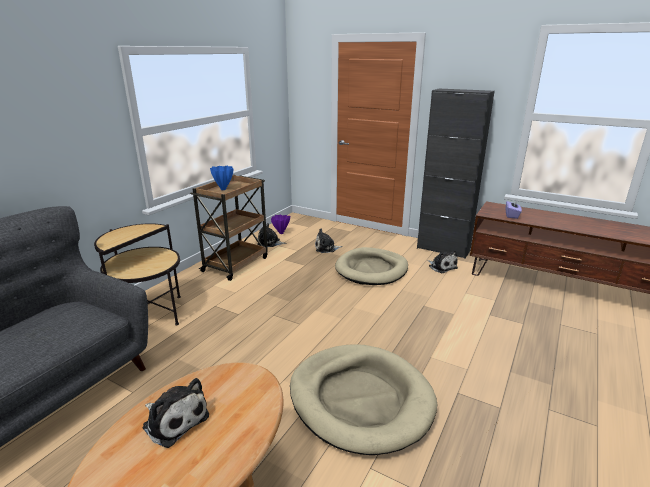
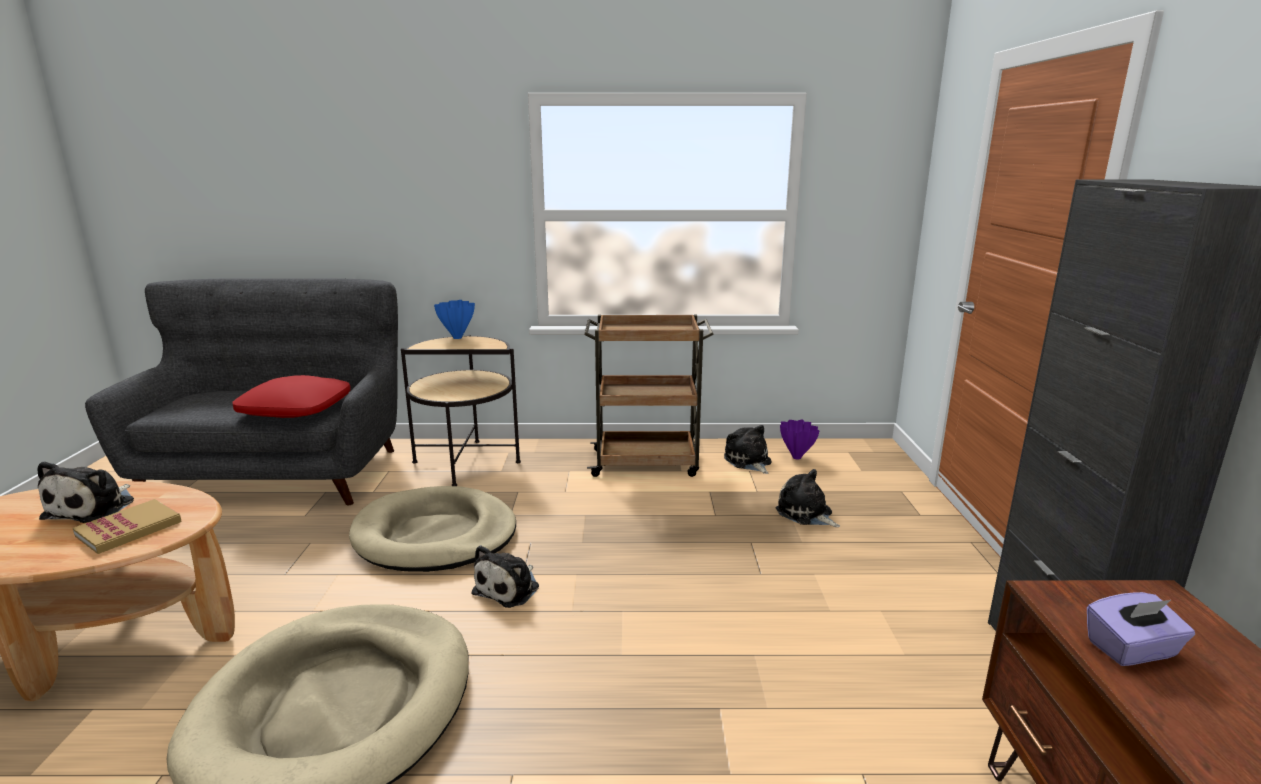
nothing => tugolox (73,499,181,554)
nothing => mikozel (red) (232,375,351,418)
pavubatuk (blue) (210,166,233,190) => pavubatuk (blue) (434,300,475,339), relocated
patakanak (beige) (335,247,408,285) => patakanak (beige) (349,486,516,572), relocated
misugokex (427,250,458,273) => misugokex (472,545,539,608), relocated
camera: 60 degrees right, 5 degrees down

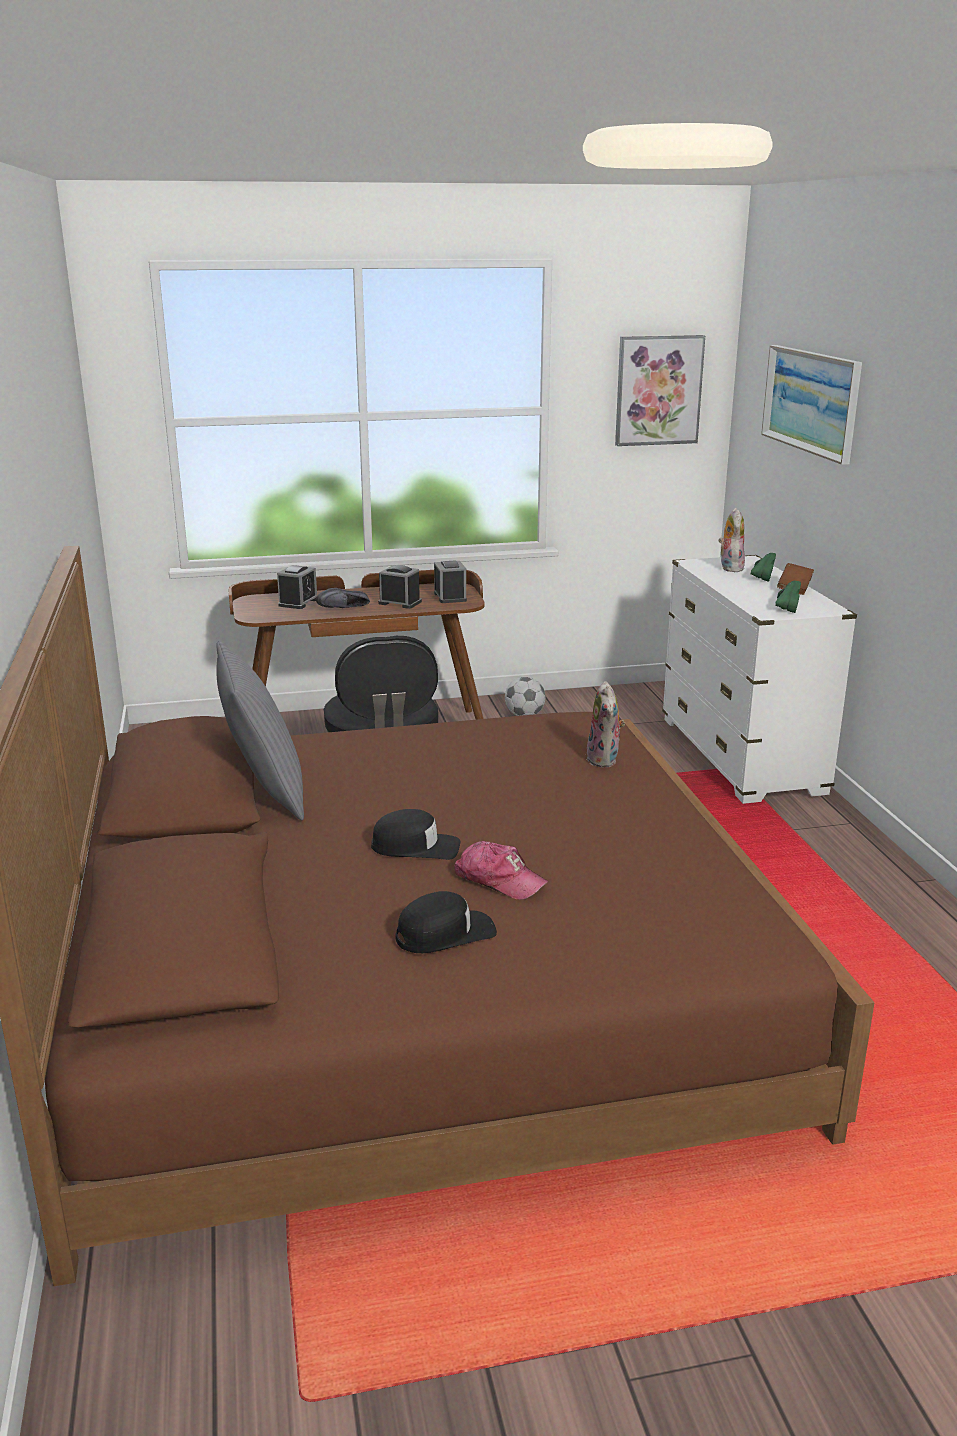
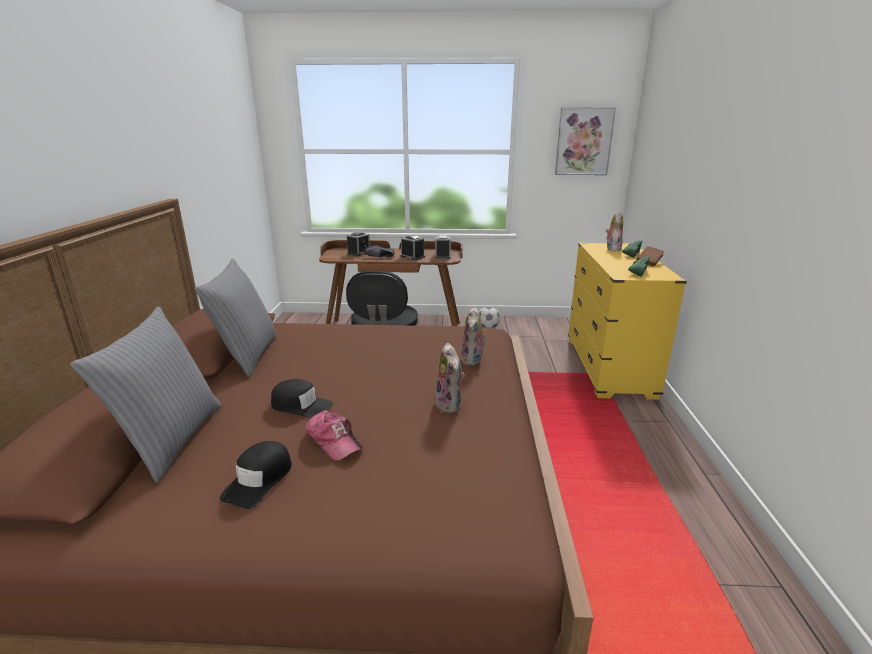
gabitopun (761,345,862,465) => nothing
nothing => mikozel (grey) (70,307,222,482)
nothing => misugokex (435,343,465,413)
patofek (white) (662,555,857,804) => patofek (yellow) (568,243,687,400)
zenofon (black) (395,891,497,953) => zenofon (black) (220,441,292,509), 120 degrees clockwise
camera: 15 degrees right, 0 degrees up

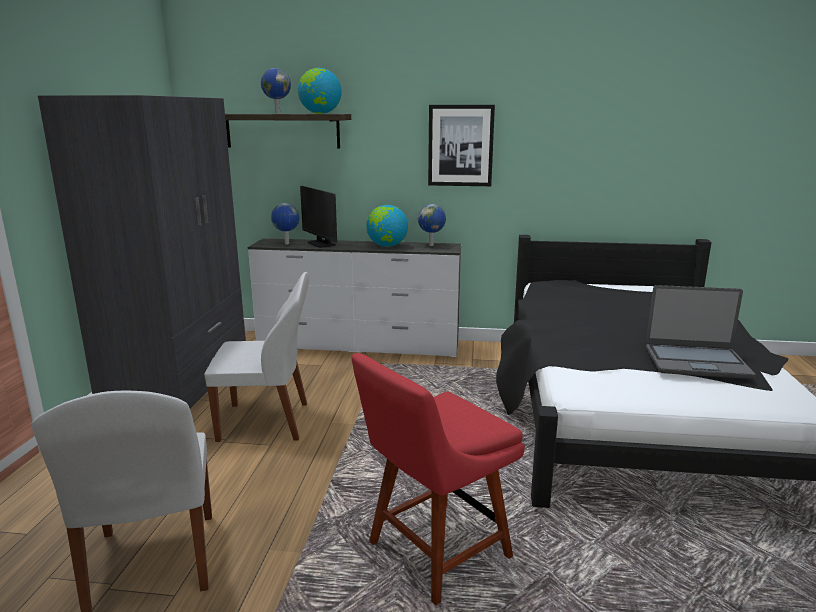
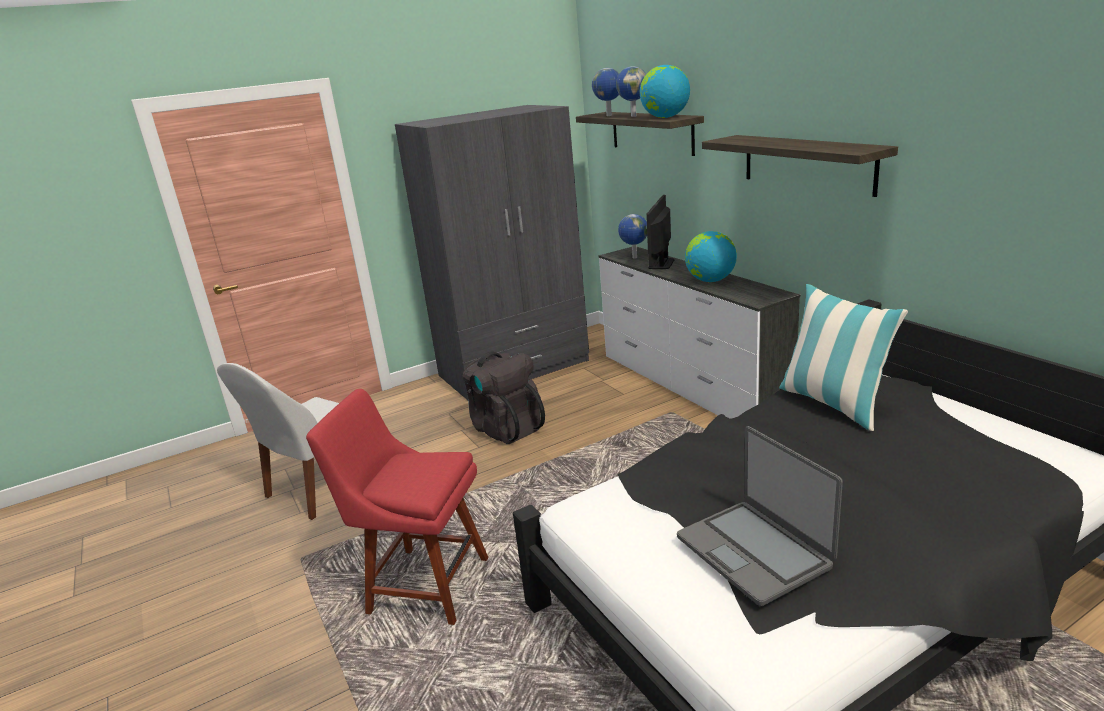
nothing => mikozel (779,284,908,431)
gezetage (418,204,446,246) => gezetage (592,68,619,116), relocated
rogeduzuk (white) (204,272,309,442) => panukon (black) (463,351,545,444)
gabitopun (428,105,495,186) => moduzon (702,135,898,197)
camera: 55 degrees right, 5 degrees up

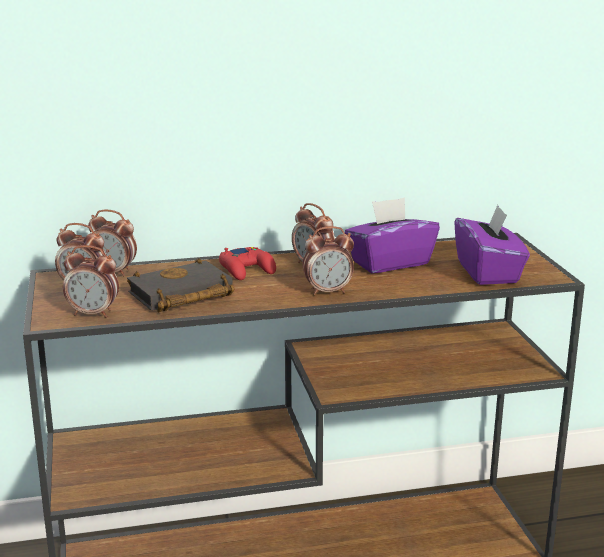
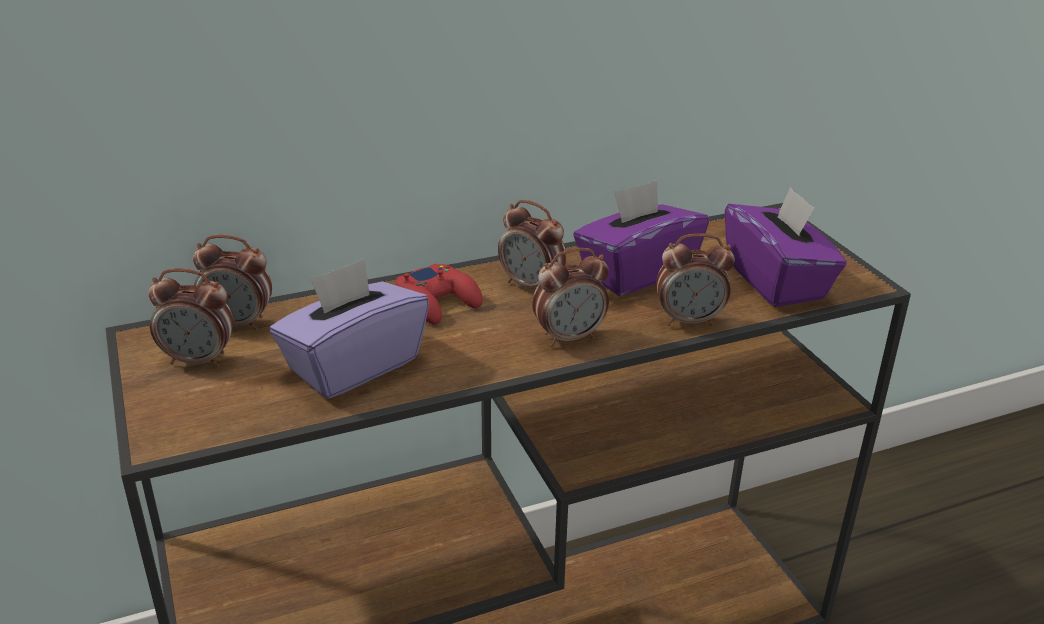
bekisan (63,245,119,318) => bekisan (657,233,735,326), relocated
tugolox (black) (127,258,235,312) => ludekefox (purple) (270,259,429,399)
camera: 10 degrees left, 10 degrees up

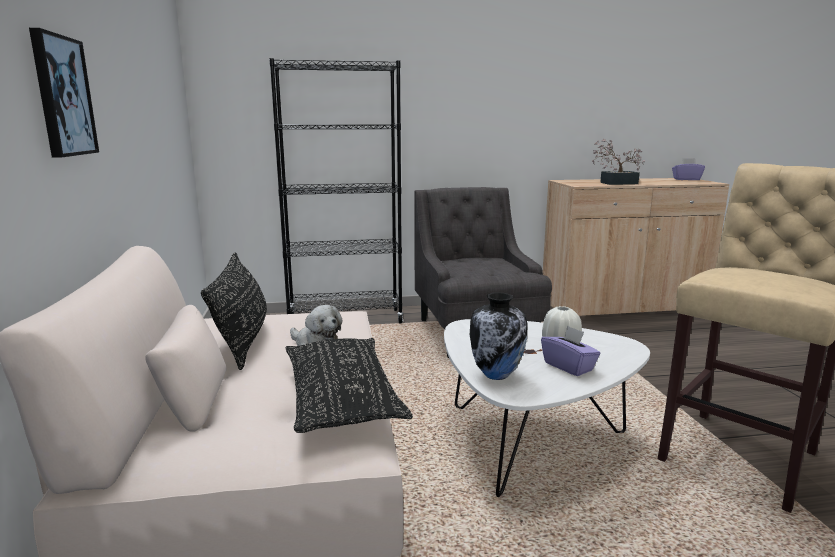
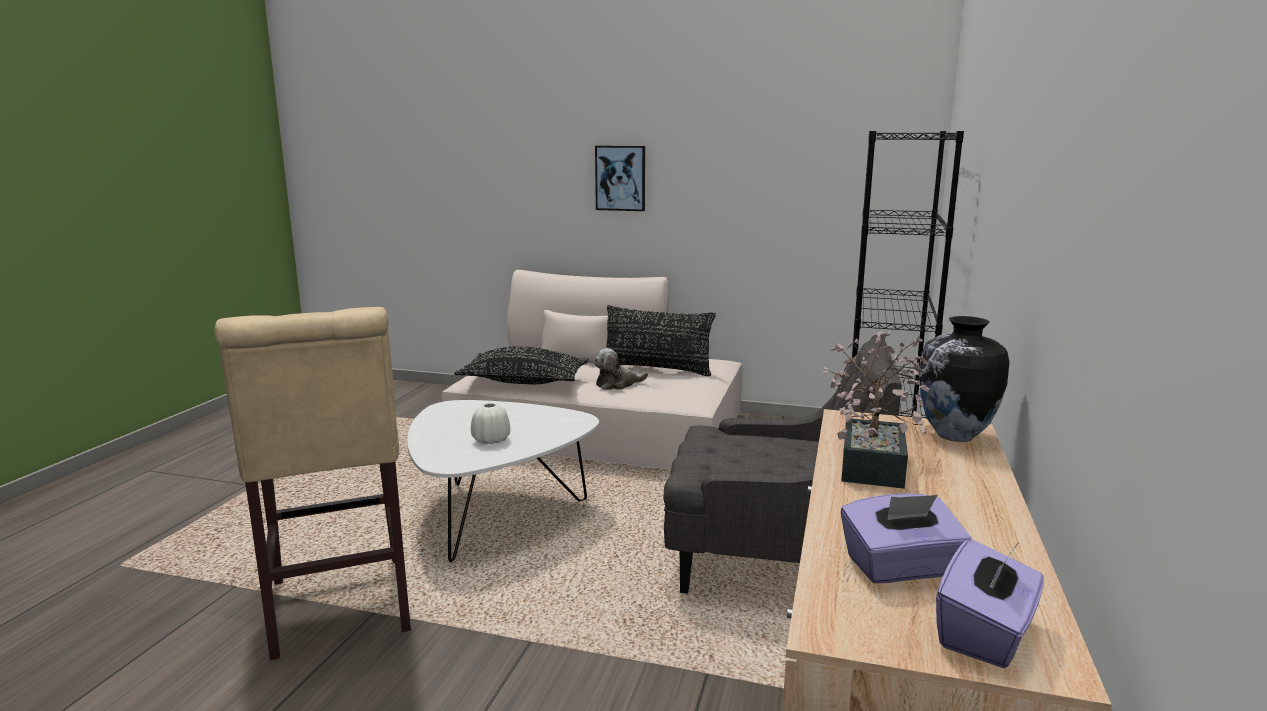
pavubatuk (470,292,528,380) => pavubatuk (919,316,1009,442), relocated
ludekefox (purple) (541,325,601,376) => ludekefox (purple) (841,494,971,583), relocated
camera: 115 degrees right, 0 degrees up

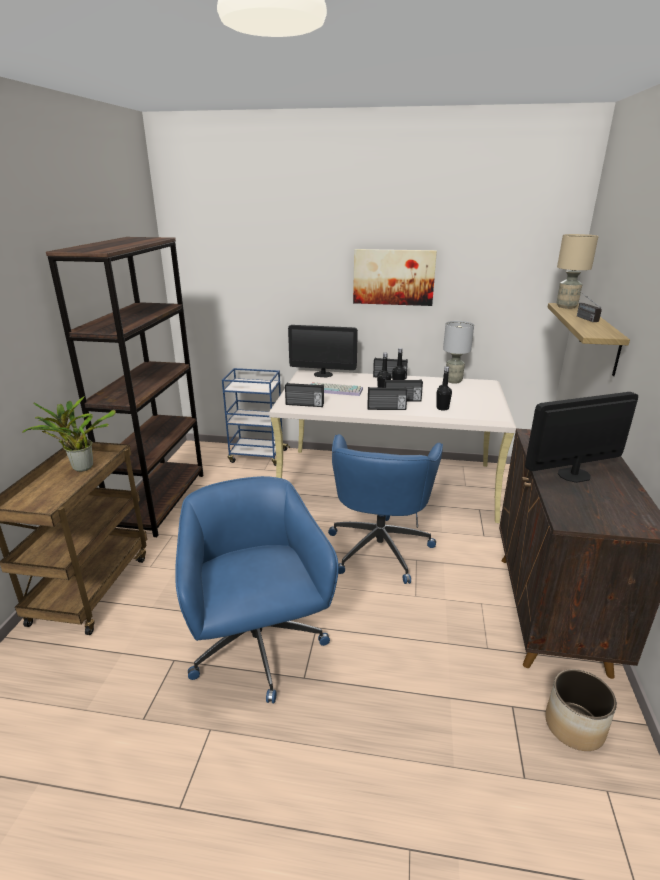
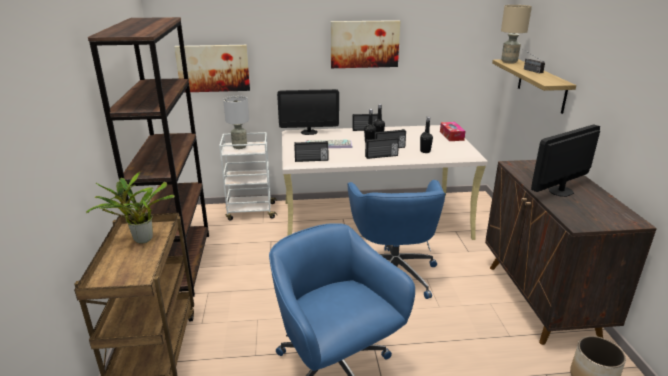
nothing => gabitopun (174,45,250,93)
nothing => ludekefox (440,122,466,141)
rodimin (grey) (443,321,474,384) => rodimin (grey) (223,96,249,149), relocated
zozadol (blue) (222,368,290,466) => zozadol (white) (219,132,277,221)
camera: 15 degrees left, 0 degrees up

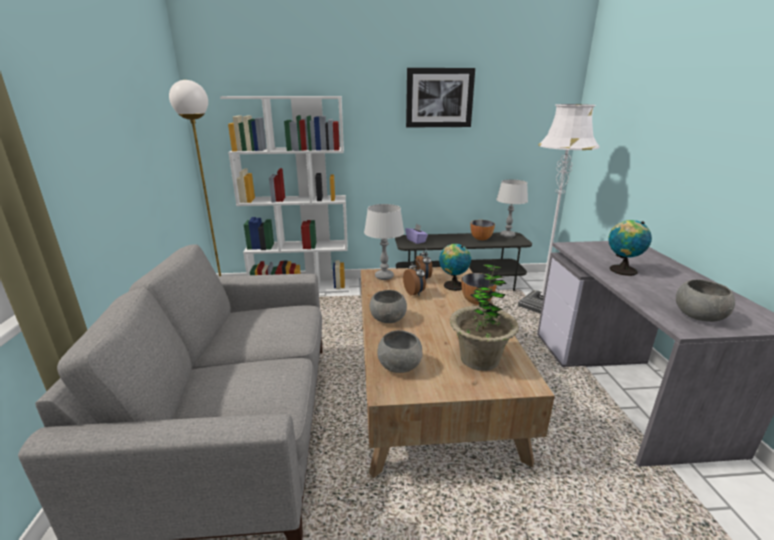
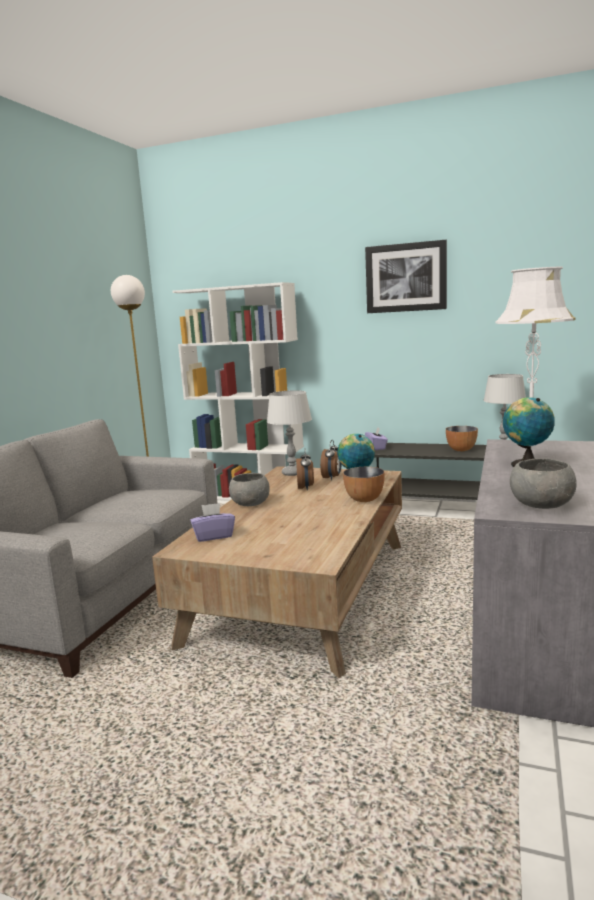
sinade (450,264,519,371) => nothing
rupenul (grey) (377,330,422,373) => ludekefox (purple) (190,503,235,542)
camera: 25 degrees right, 10 degrees down

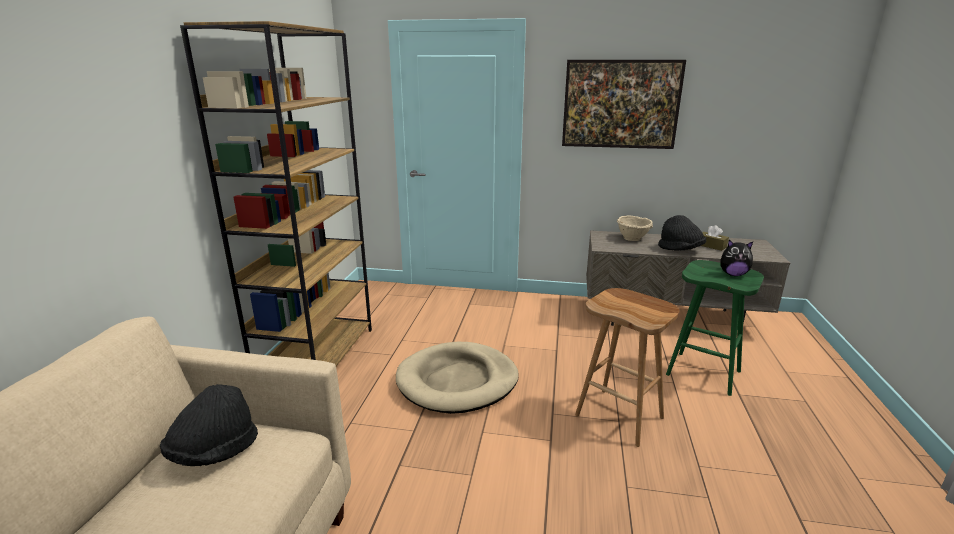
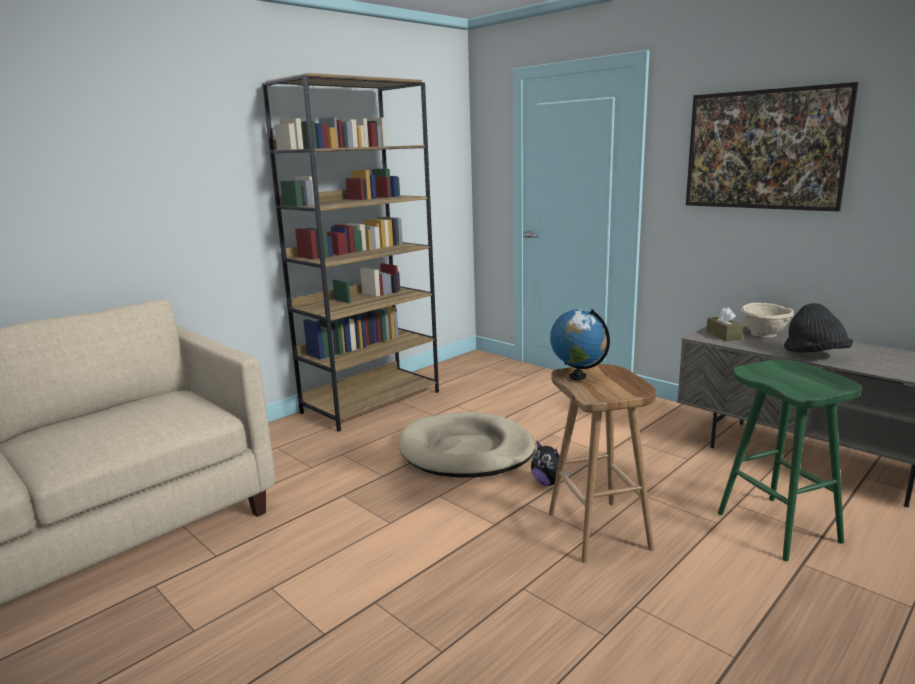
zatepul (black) (160,384,258,466) => nothing
nothing => gezetage (550,309,610,380)
ludekefox (brown) (701,225,729,251) => ludekefox (brown) (706,307,743,341), relocated
misugokex (720,240,753,276) => misugokex (531,441,569,486), relocated
camera: 35 degrees right, 5 degrees down

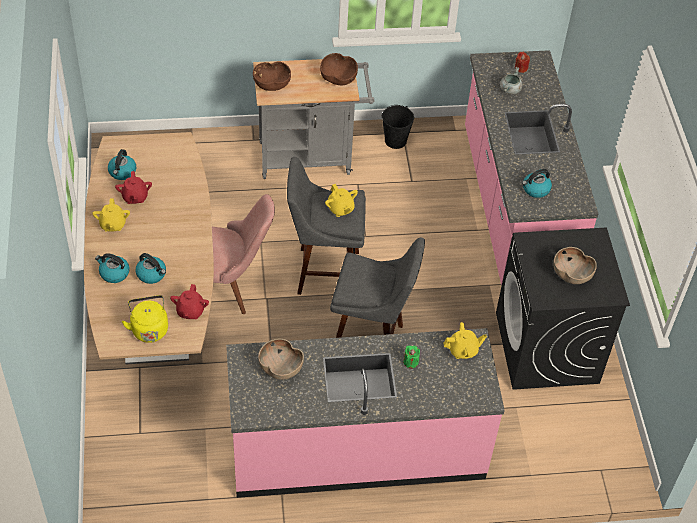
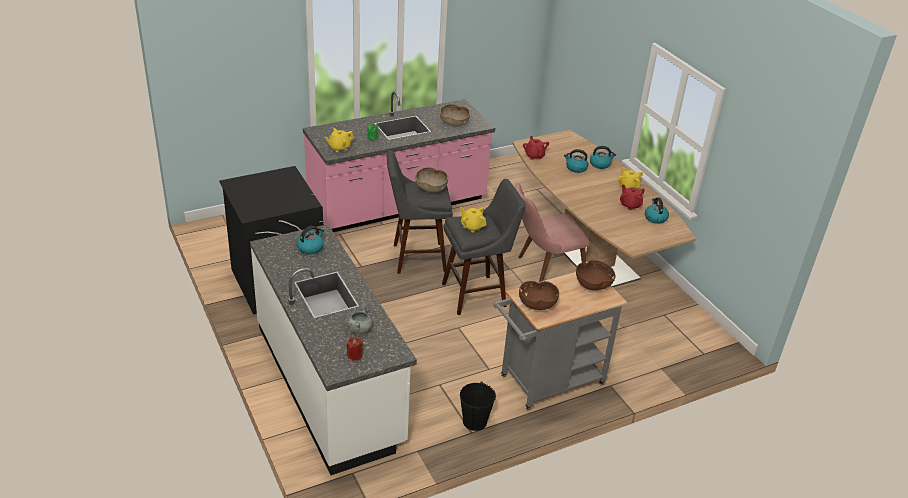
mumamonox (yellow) (122,295,168,343) => nothing
rupenul (brown) (553,247,597,284) => rupenul (brown) (416,167,448,192), relocated
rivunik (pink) (465,50,598,285) => rivunik (white) (250,224,417,475)
camera: 160 degrees right, 15 degrees down

